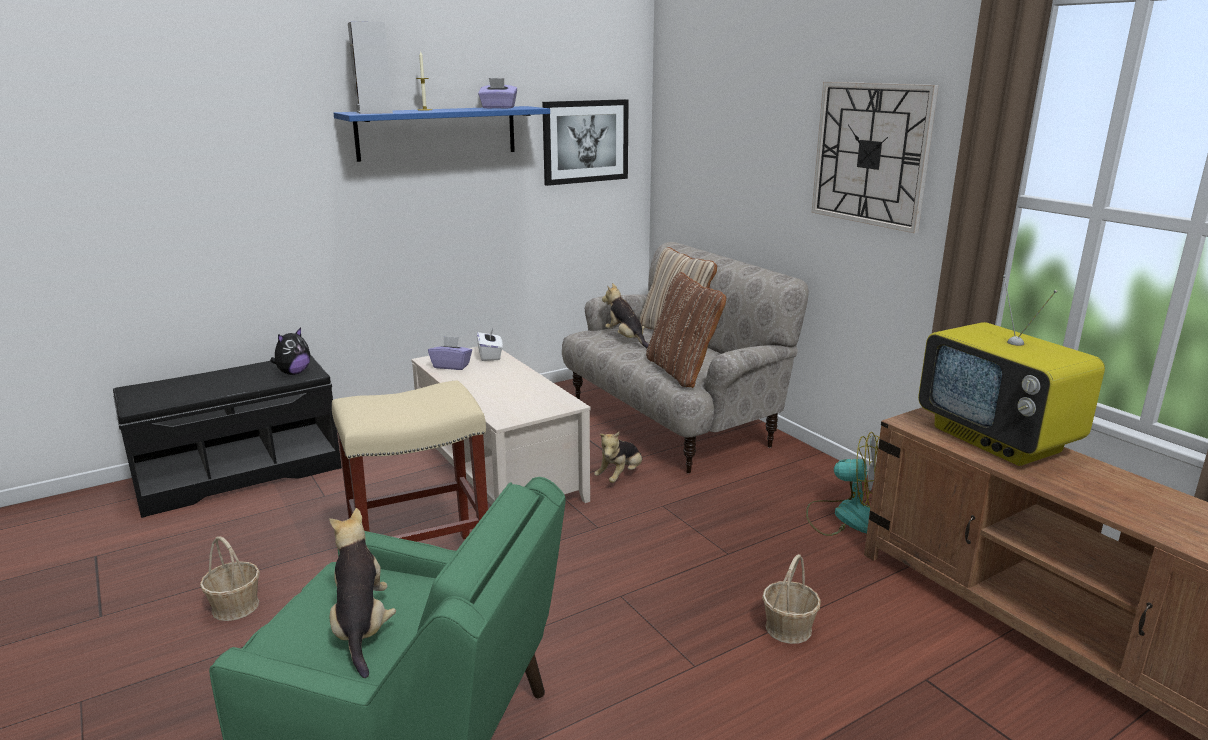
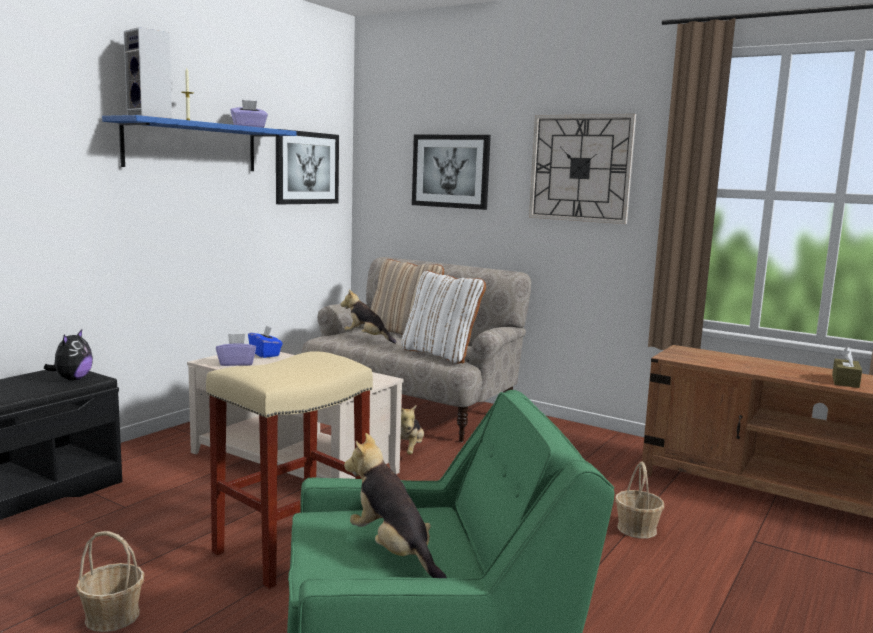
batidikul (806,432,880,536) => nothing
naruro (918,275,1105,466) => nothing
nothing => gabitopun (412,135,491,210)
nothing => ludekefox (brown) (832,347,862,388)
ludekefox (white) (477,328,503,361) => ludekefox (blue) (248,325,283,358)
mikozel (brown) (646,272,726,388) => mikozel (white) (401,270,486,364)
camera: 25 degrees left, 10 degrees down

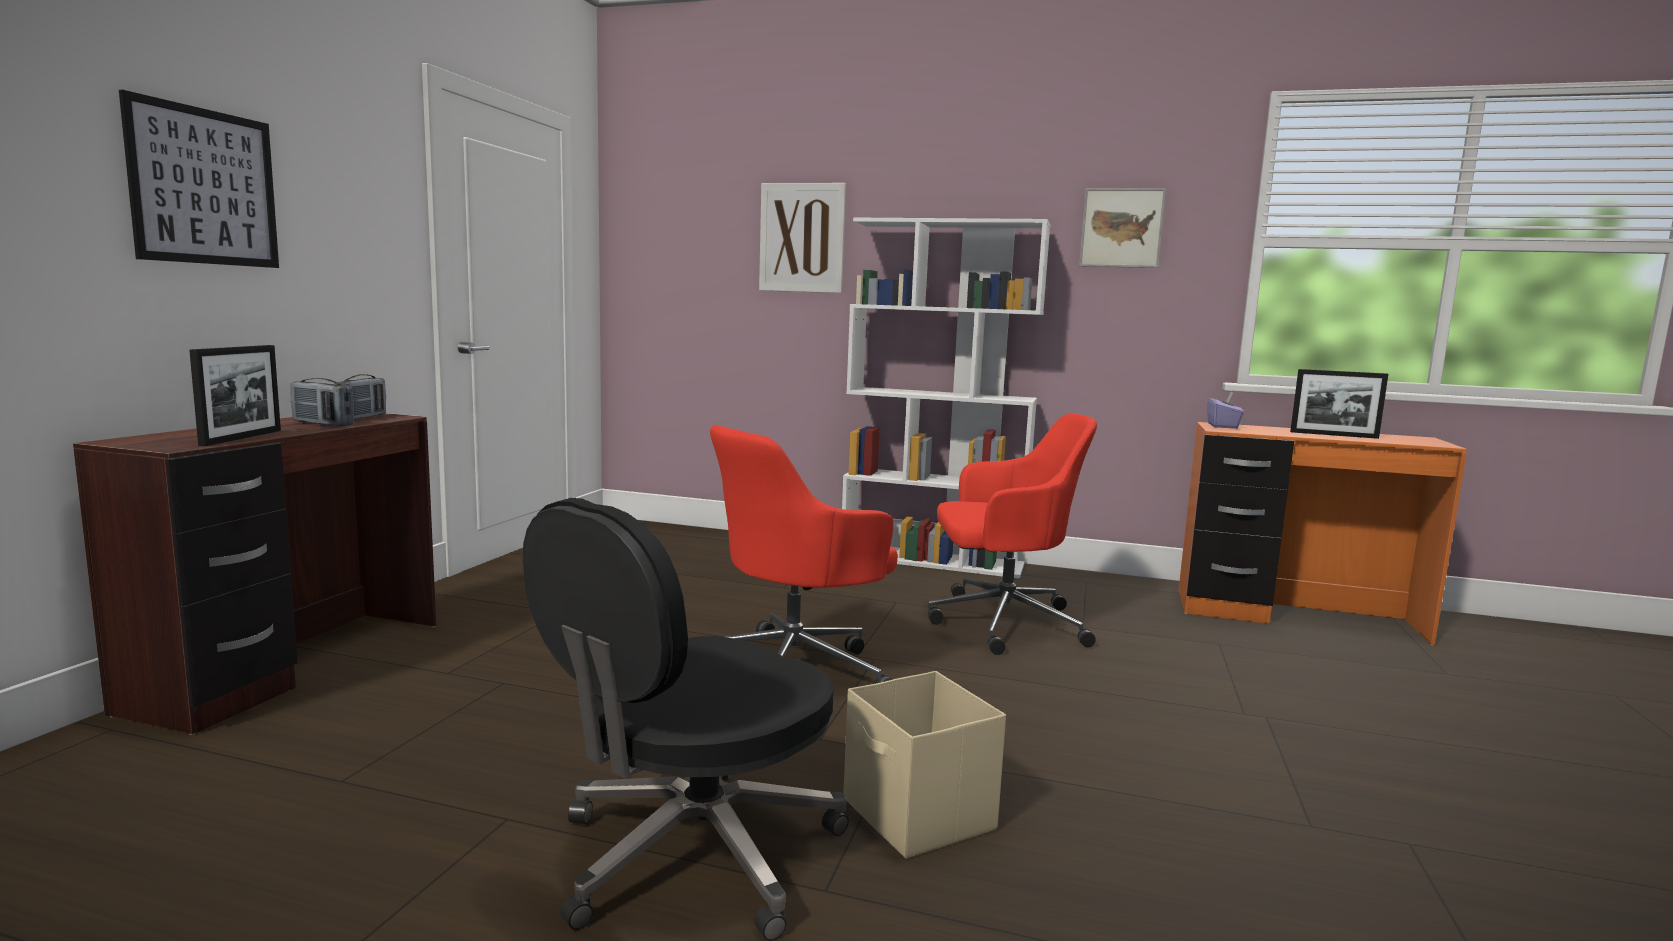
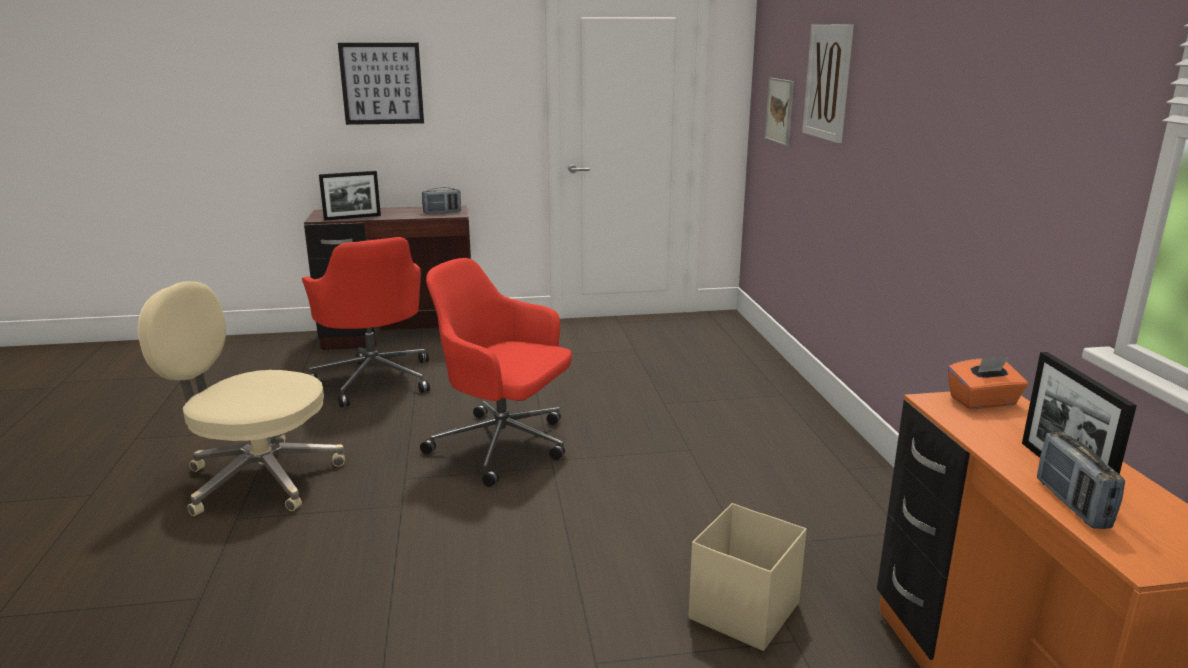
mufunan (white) (842,217,1050,579) => nothing
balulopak (291,378,354,426) => balulopak (1037,432,1125,529), relocated
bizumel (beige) (843,671,1006,859) => bizumel (beige) (689,503,807,651), relocated
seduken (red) (928,414,1097,655) => seduken (red) (302,237,430,407), relocated
gabitopun (1079,188,1166,268) => gabitopun (765,78,794,146), relocated
seduken (black) (523,498,849,941) => seduken (beige) (138,281,345,516)
ludekefox (purple) (1207,392,1244,429) => ludekefox (orange) (948,357,1028,409)
camera: 65 degrees right, 10 degrees up

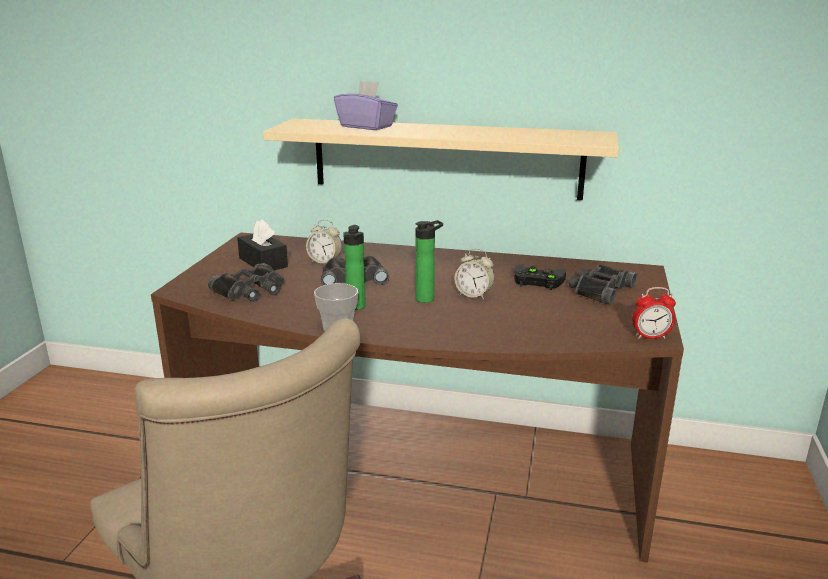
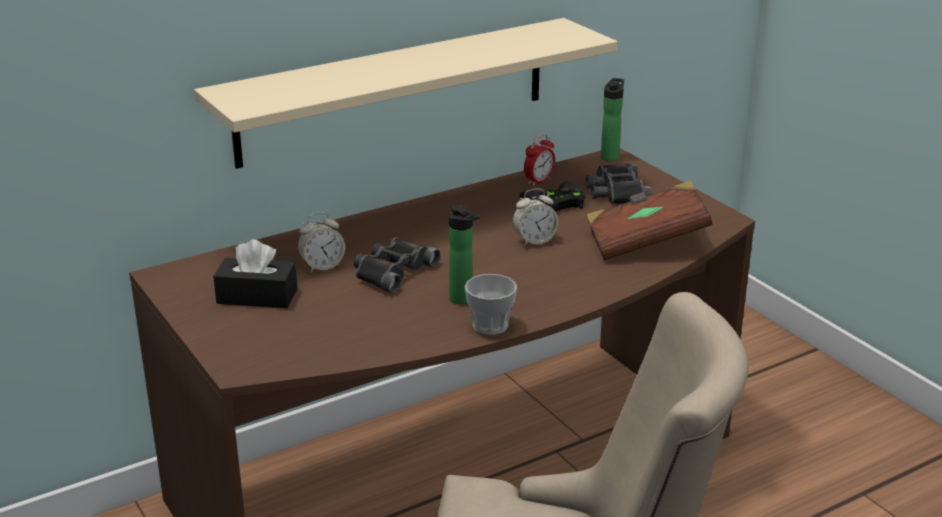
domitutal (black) (208,263,285,302) => nothing
ludekefox (purple) (334,81,398,130) => nothing
nothing => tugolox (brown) (586,180,712,260)
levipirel (415,220,443,303) => levipirel (601,78,624,161), relocated
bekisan (632,287,676,339) => bekisan (524,134,555,186), relocated
camera: 45 degrees left, 5 degrees up

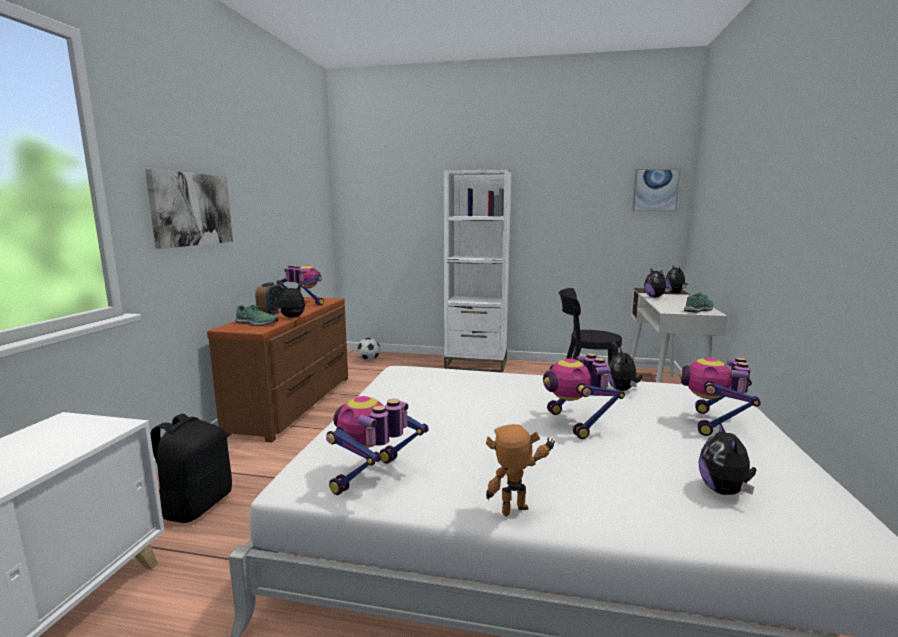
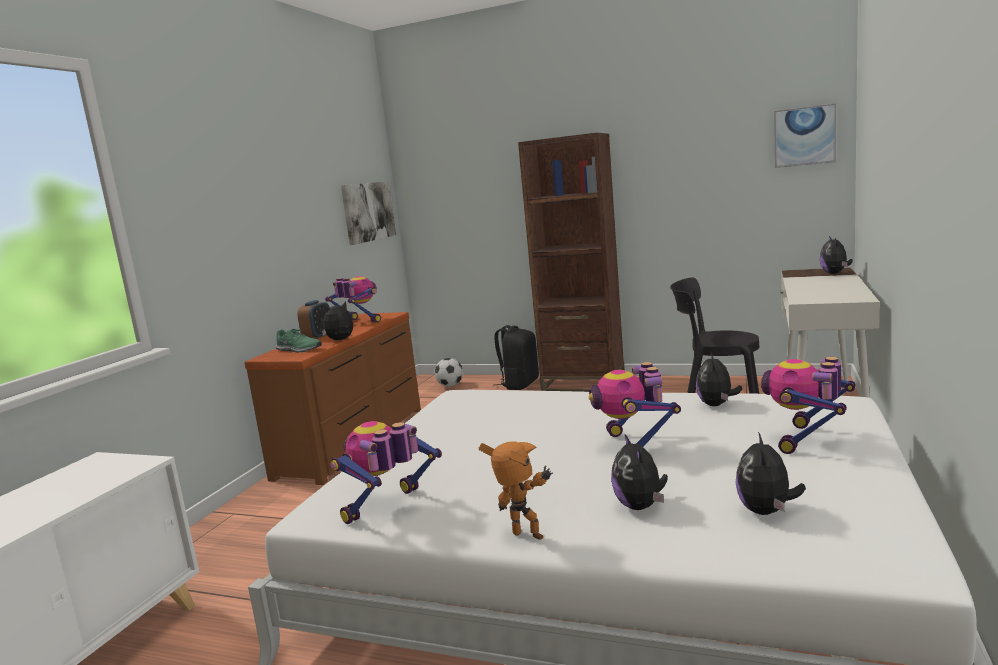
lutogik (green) (684,292,714,313) => nothing
gabitopun (145,169,233,249) => gabitopun (341,181,396,245), relocated
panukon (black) (150,414,232,523) => panukon (black) (494,325,539,390), relocated
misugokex (644,268,670,297) => misugokex (611,433,668,510), relocated
mufunan (white) (444,169,512,373) => mufunan (brown) (518,133,625,392)
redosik (486,424,555,516) => redosik (479,441,553,540), 45 degrees clockwise
camera: 10 degrees right, 0 degrees up

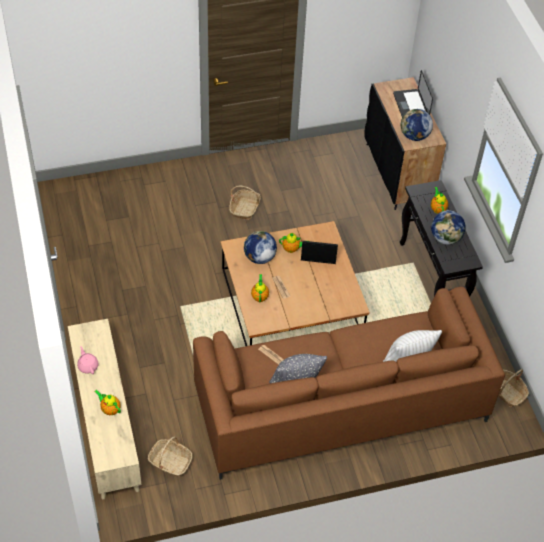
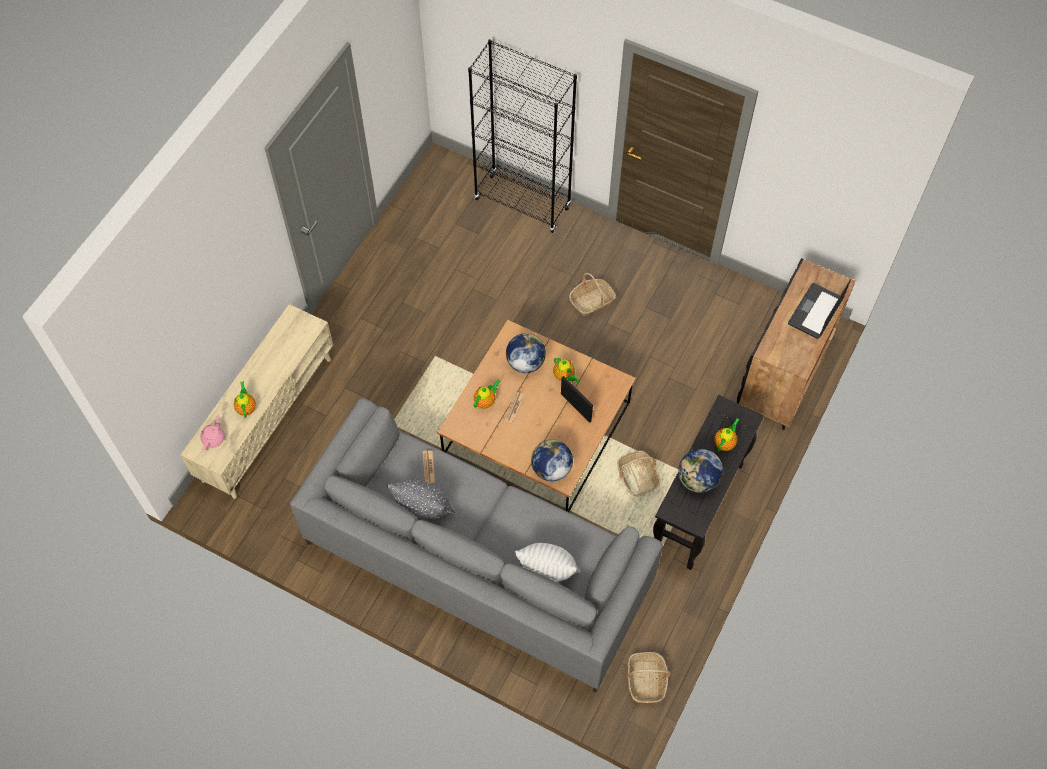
nothing => mufunan (black) (468,39,577,233)
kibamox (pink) (77,346,98,374) => kibamox (pink) (201,415,225,450), relocated
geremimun (148,437,193,477) => geremimun (617,450,660,496), relocated
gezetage (401,109,433,141) => gezetage (531,439,573,481), relocated
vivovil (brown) (193,287,505,480) => vivovil (grey) (290,398,663,693)
camera: 45 degrees right, 10 degrees up

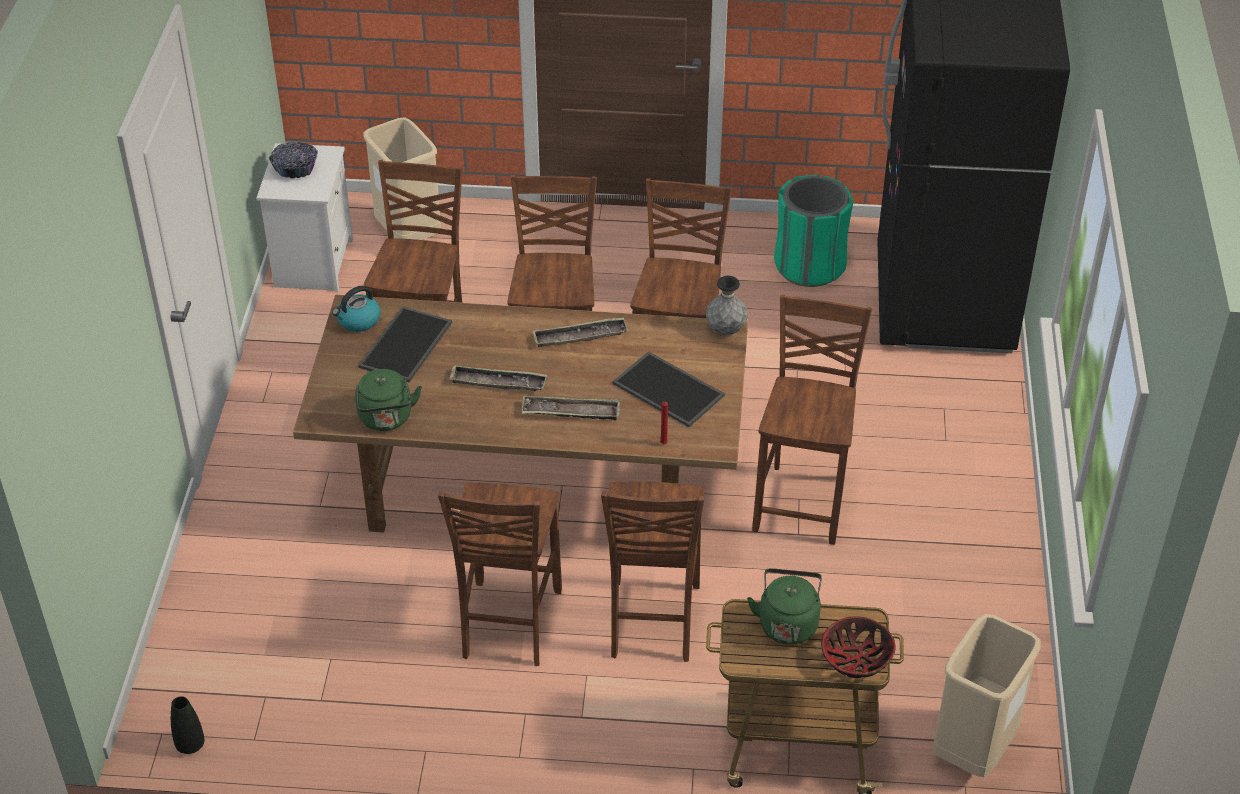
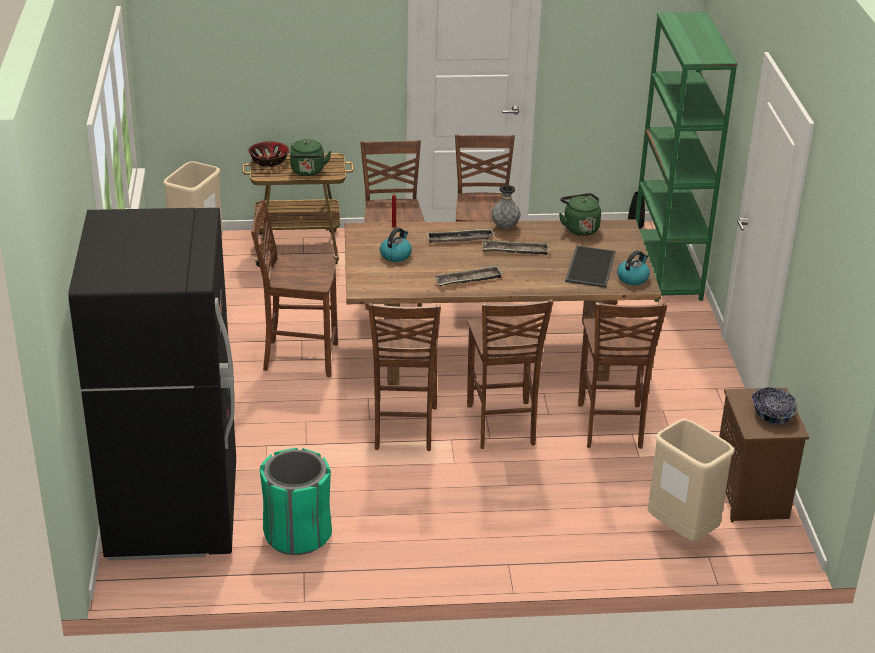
nothing => mufunan (green) (635,12,738,302)
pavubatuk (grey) (706,276,748,335) => pavubatuk (grey) (491,185,521,229), relocated
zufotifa (613,351,725,427) => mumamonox (380,228,412,262)
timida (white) (256,143,353,292) => timida (brown) (719,388,809,523)
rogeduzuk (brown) (752,295,872,545) => rogeduzuk (brown) (251,200,338,377), 90 degrees clockwise
camera: 170 degrees right, 10 degrees down

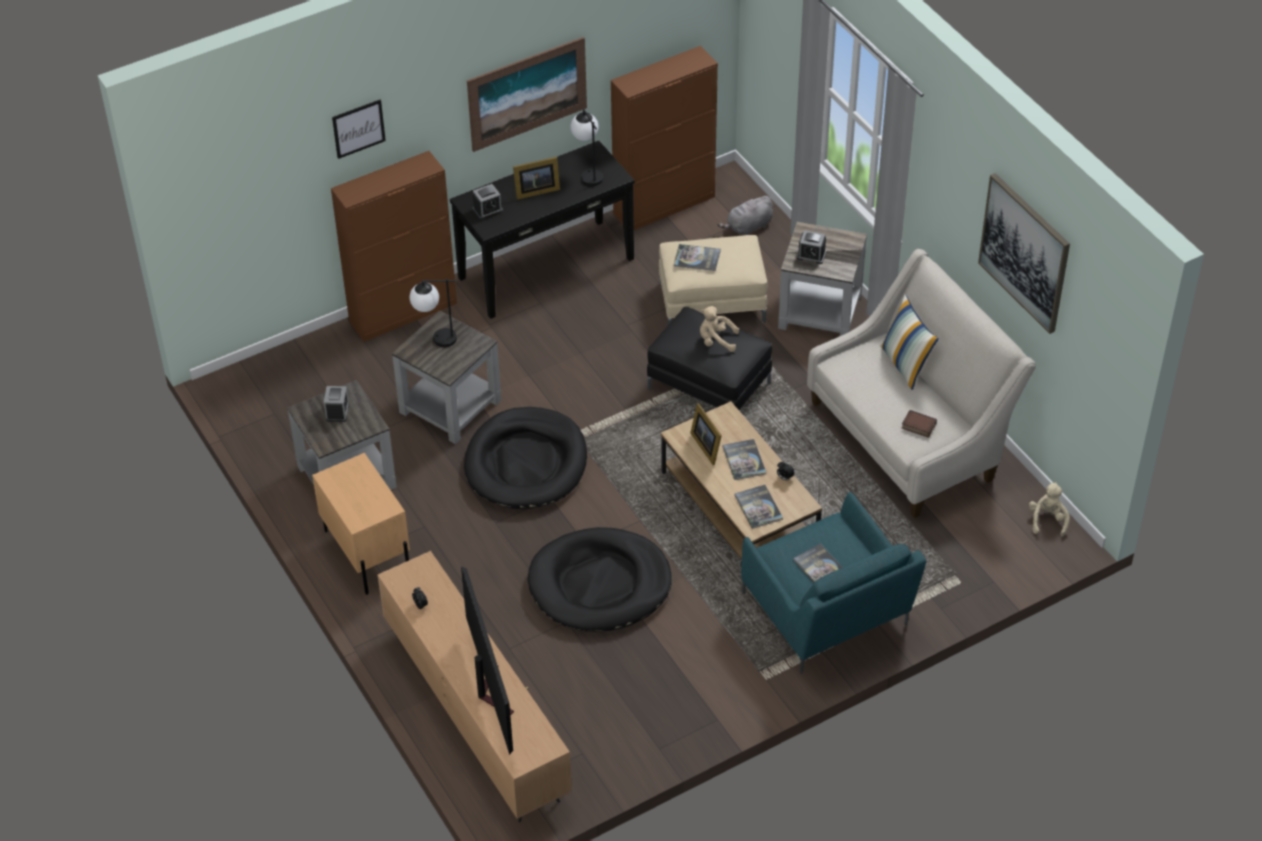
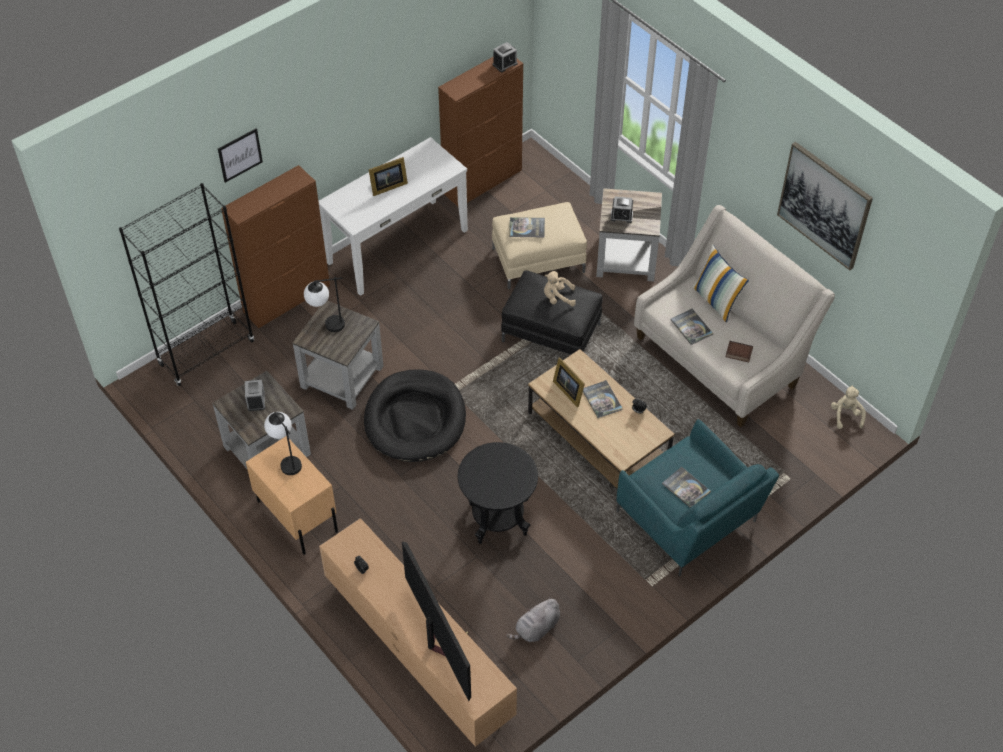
gabitopun (467,37,587,152) => nothing
nothing => mufunan (black) (119,183,254,386)
bekisan (473,184,503,220) => bekisan (493,42,518,73), relocated
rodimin (571,109,603,186) => rodimin (264,412,302,475), relocated
misugokex (grey) (717,196,773,235) => misugokex (grey) (507,597,560,642), relocated
tugolox (734,485,783,529) => tugolox (670,309,713,345), relocated
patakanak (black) (528,527,672,632) => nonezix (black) (458,442,538,544)
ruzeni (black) (450,141,635,319) => ruzeni (white) (318,137,468,296)
camera: 10 degrees left, 5 degrees up

